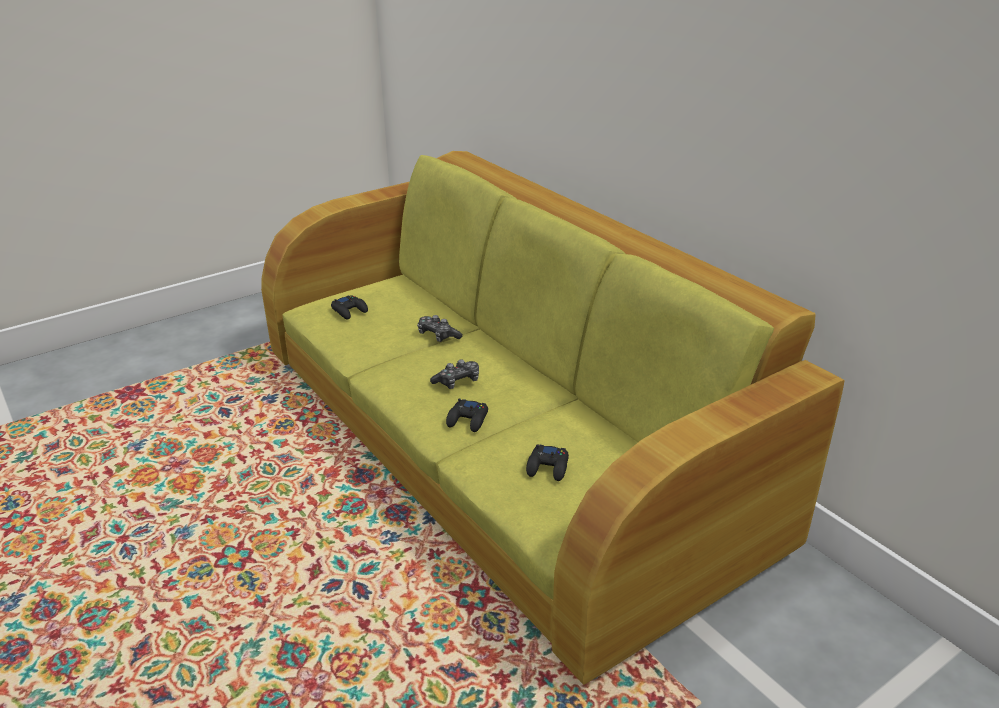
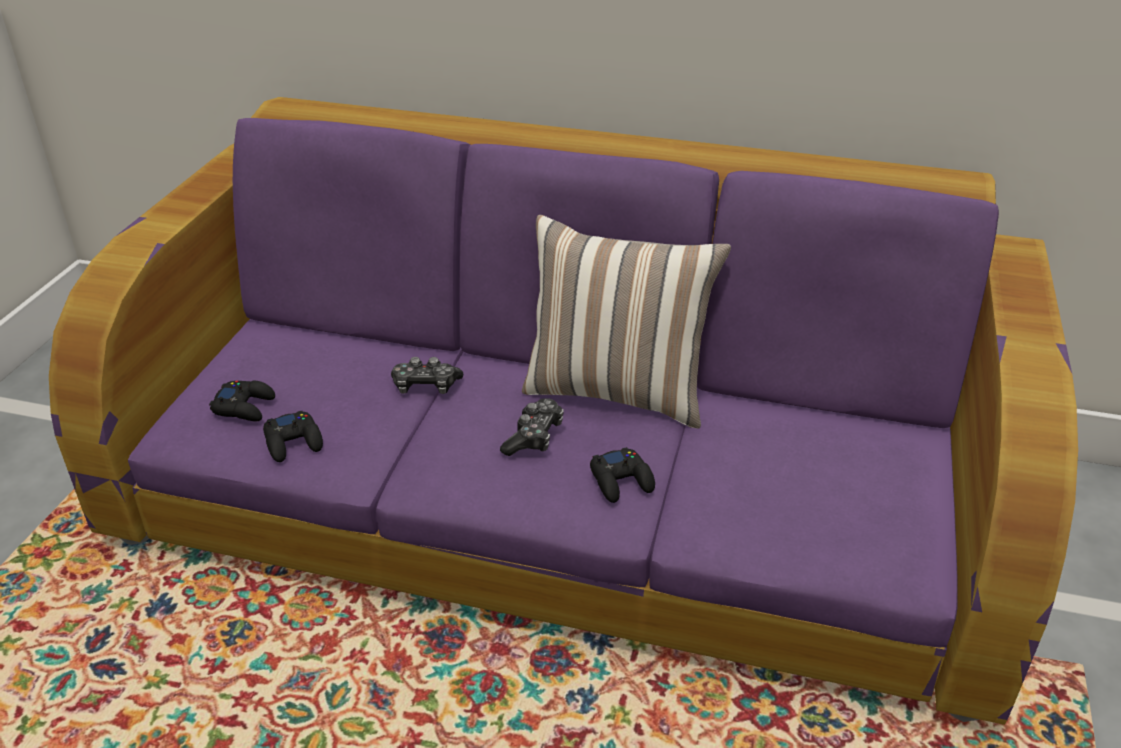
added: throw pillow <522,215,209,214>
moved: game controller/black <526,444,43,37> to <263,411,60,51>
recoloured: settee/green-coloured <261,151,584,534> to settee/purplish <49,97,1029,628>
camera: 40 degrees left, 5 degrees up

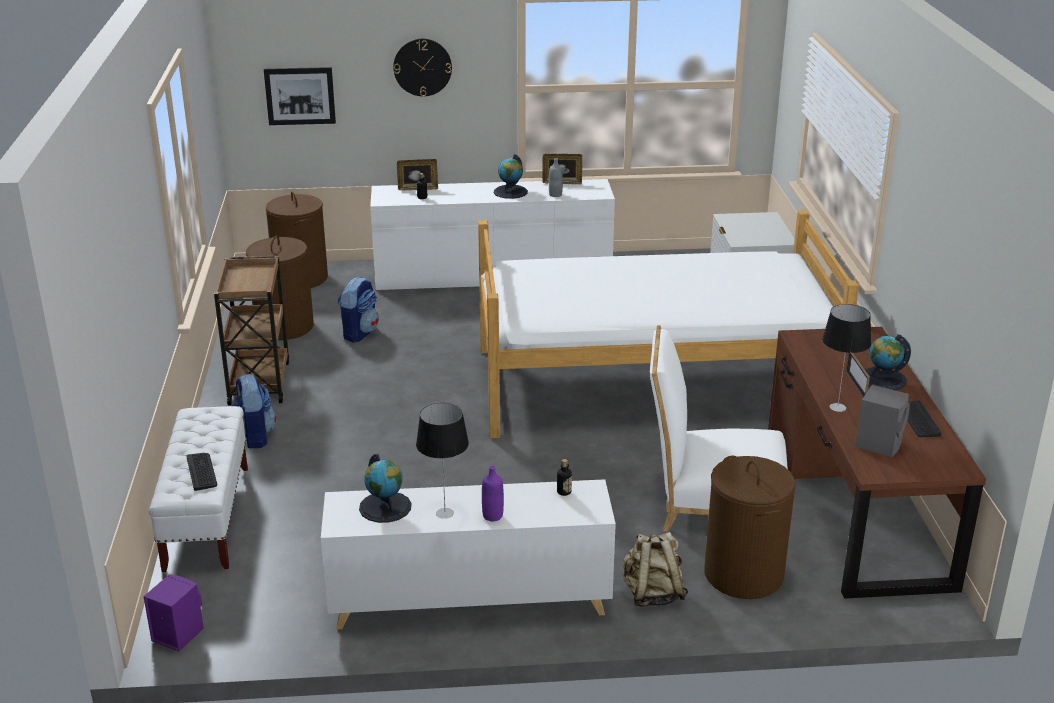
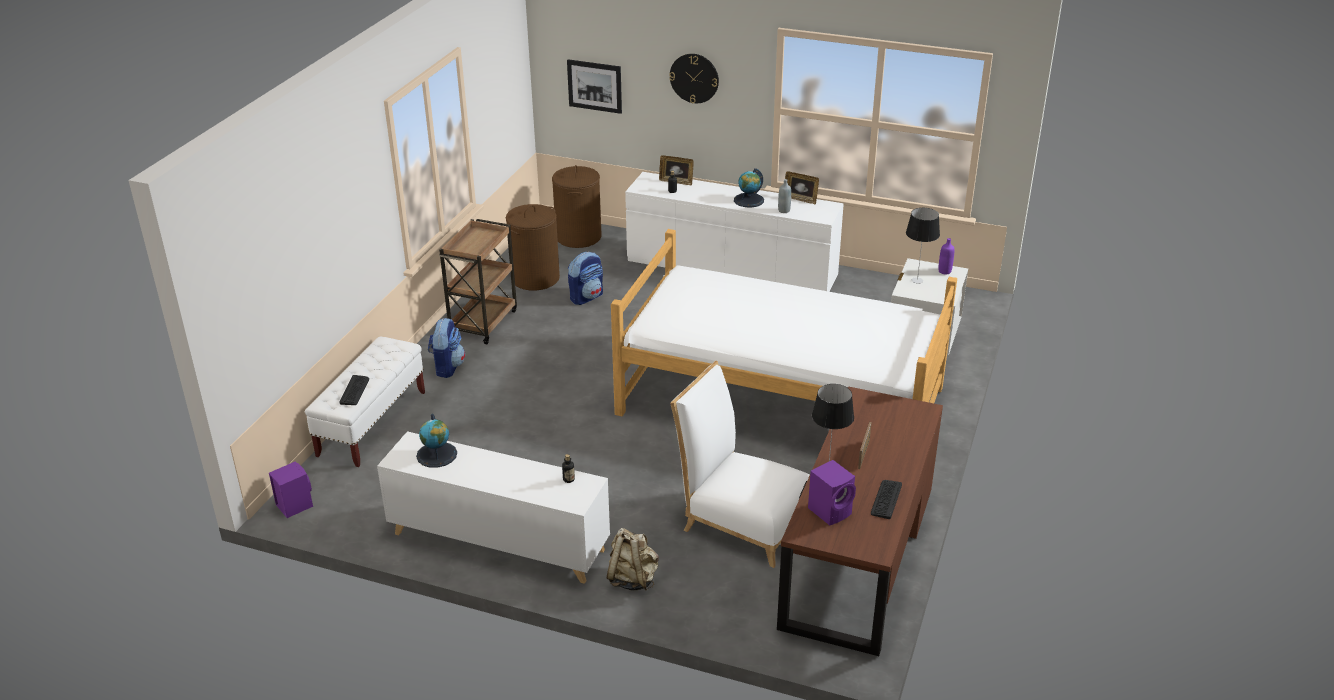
removed: washing basket/brownish <704,456,92,143>; world globe <865,334,46,56>
moved: tabletop lamp <416,403,53,116> to <906,208,34,75>; drink bottle/purplish <482,466,22,55> to <938,238,16,37>
recoloured: loudspeaker/grey <855,385,55,72> to loudspeaker/purplish <808,460,48,66>
camera: 25 degrees right, 5 degrees up

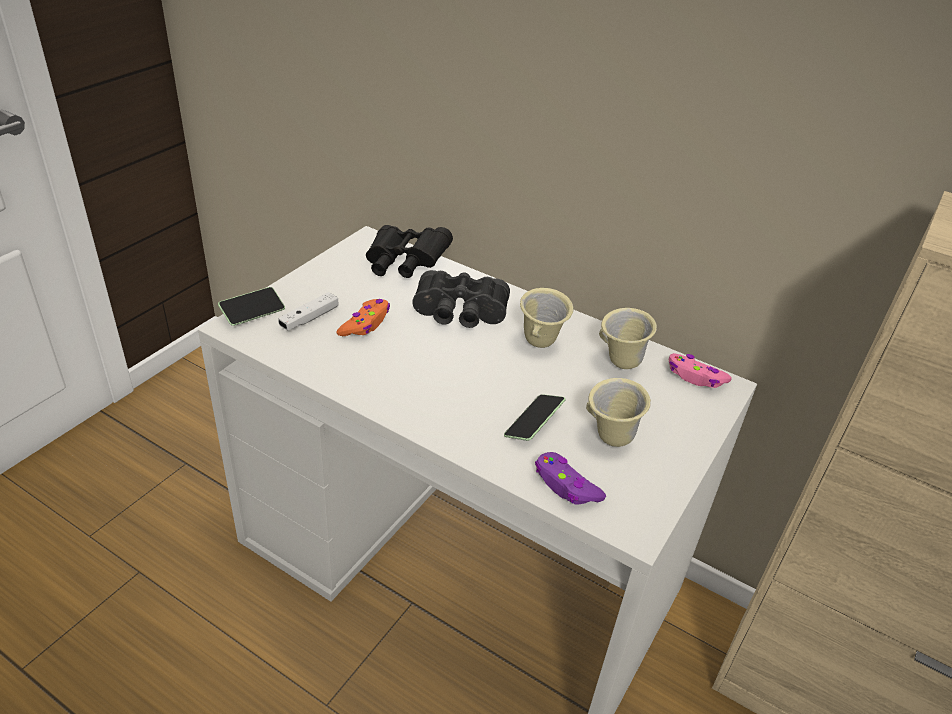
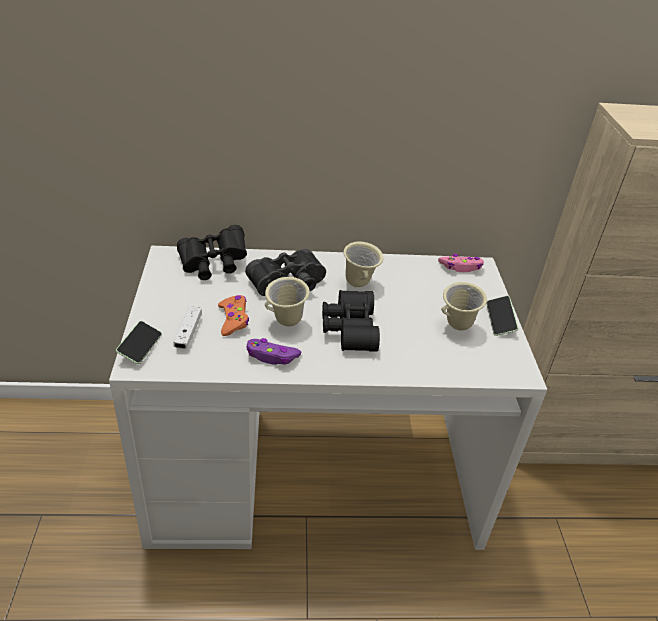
added: binoculars/black <322,290,58,62>
moved: phone <504,394,62,47> to <486,296,32,40>; game controller/purplish <535,452,71,53> to <247,338,54,27>; tea mug/beige <599,308,58,61> to <265,277,45,49>
camera: 35 degrees left, 0 degrees up

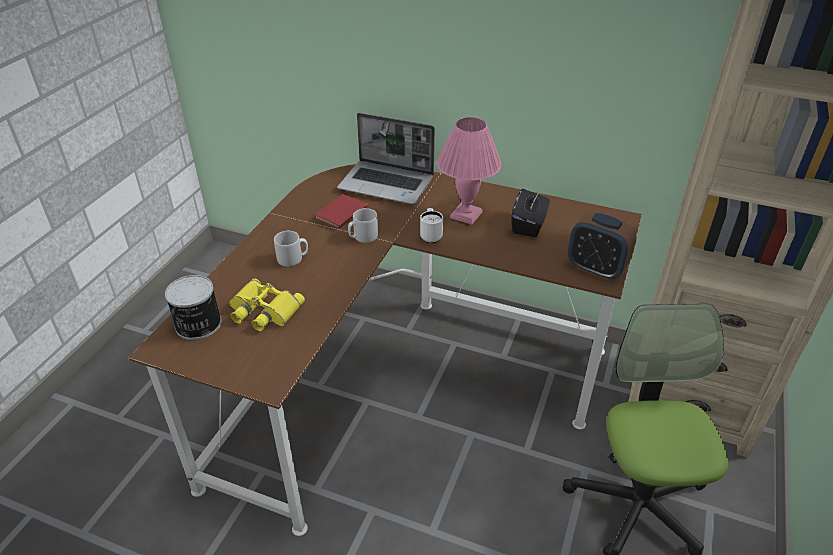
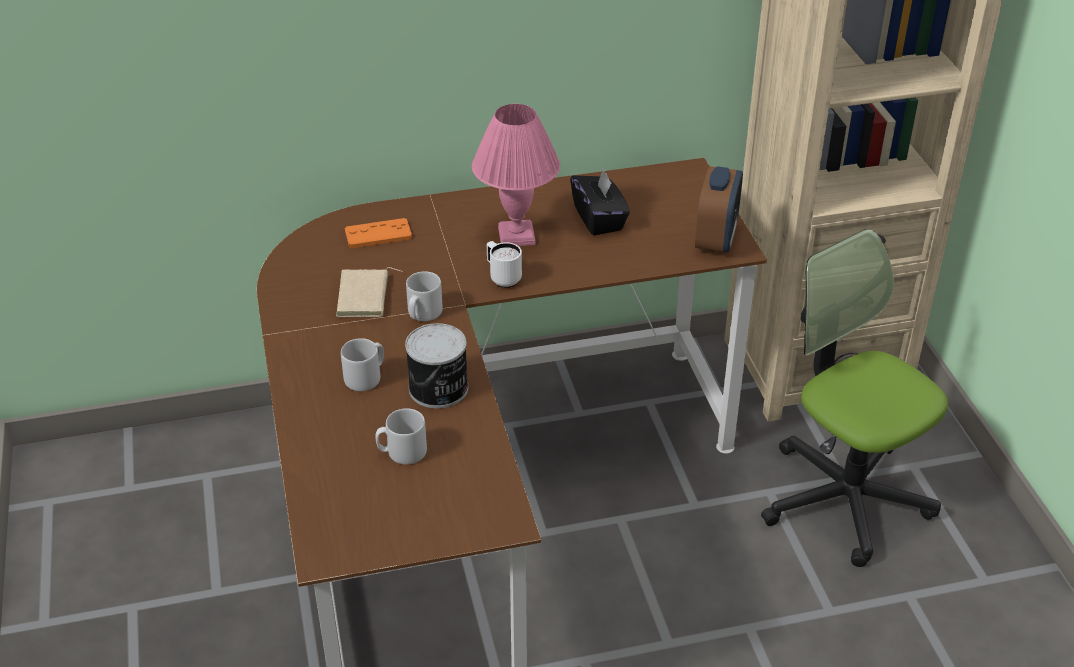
moved: metal can <165,275,56,65> to <405,323,63,85>
replaced: binoculars/yellow-coloured <229,278,76,53> to tea mug/grey <376,408,51,57>; laptop <337,113,98,91> to game controller/orange-coloured <345,218,67,30>
recoloured: volume/red-coloured <315,194,60,35> to volume/beige <336,267,66,50>
turned: alarm clock <568,212,69,68> = <695,166,48,88> 75 degrees counterclockwise
camera: 35 degrees left, 0 degrees up

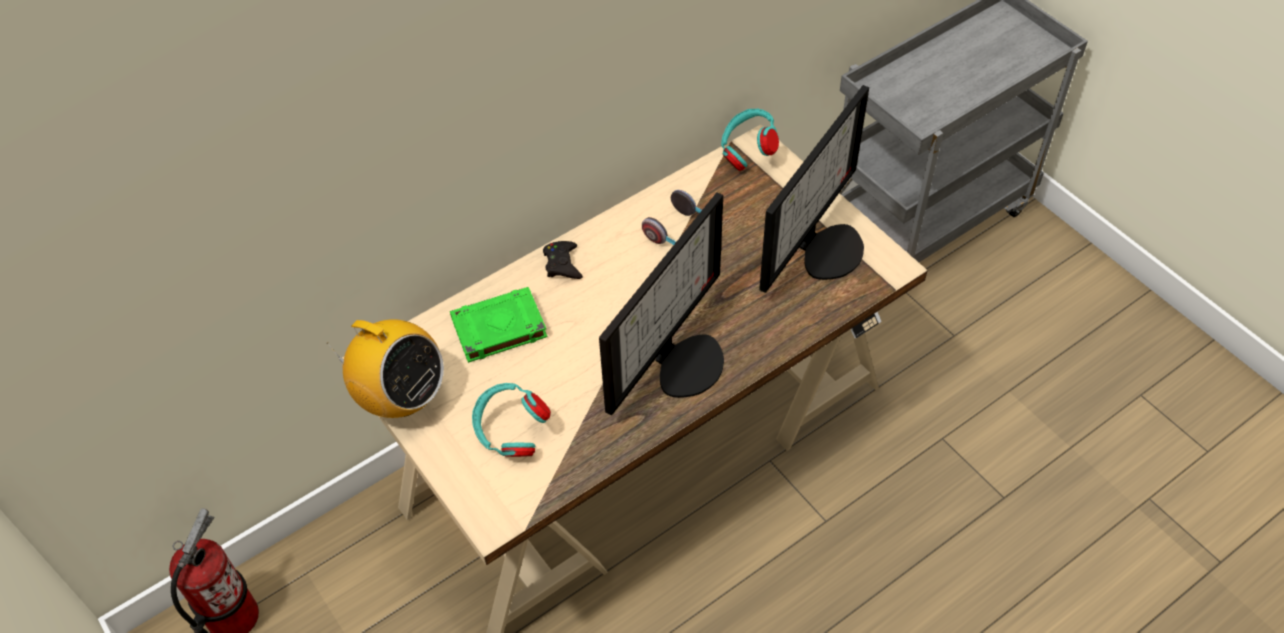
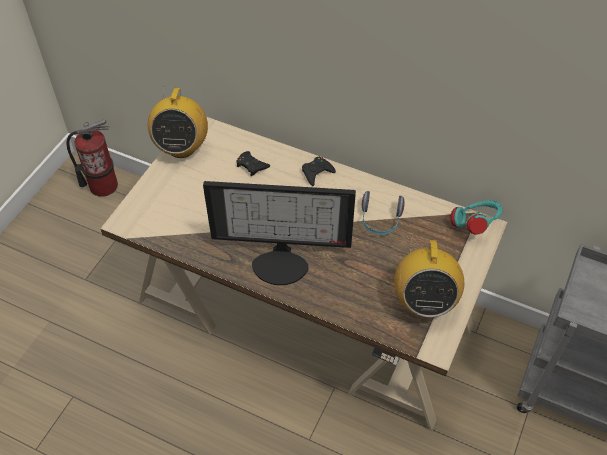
removed: pair of headphones/blue-green <472,383,79,74>
replaced: volume/green-coloured <450,287,97,76> to game controller/black <237,151,33,25>; computer screen <759,85,110,208> to radio receiver <394,240,70,77>
camera: 60 degrees right, 0 degrees up

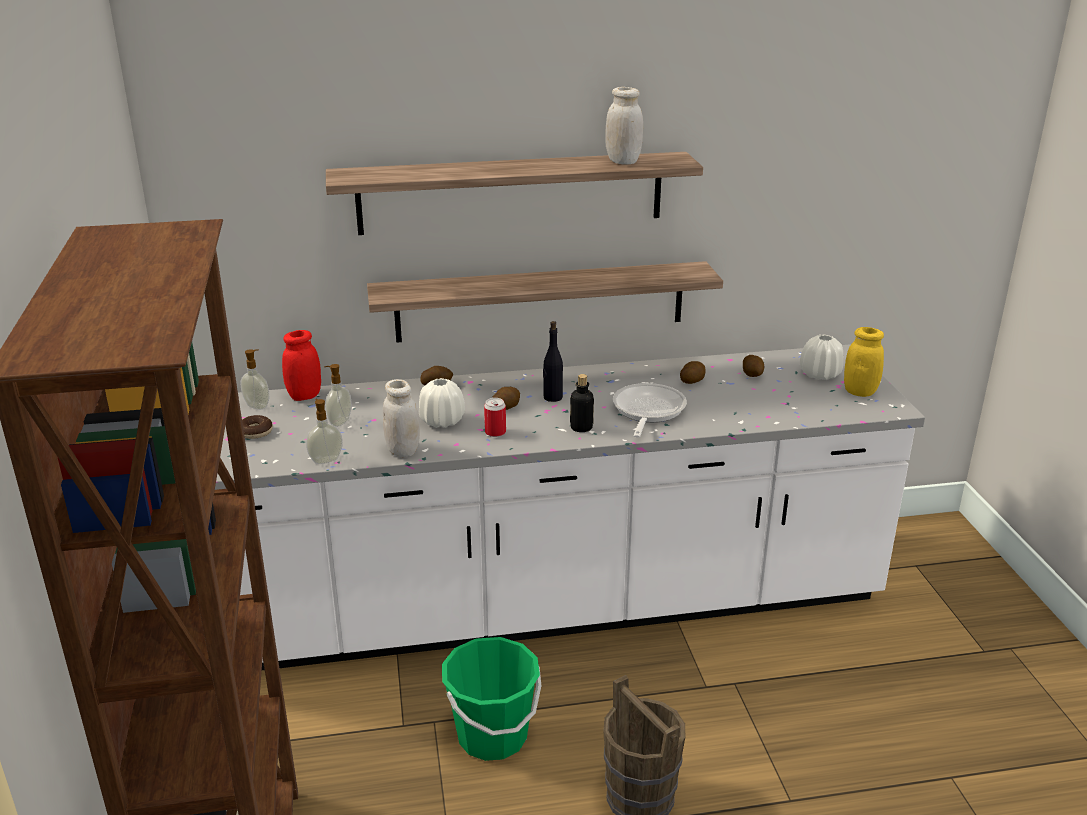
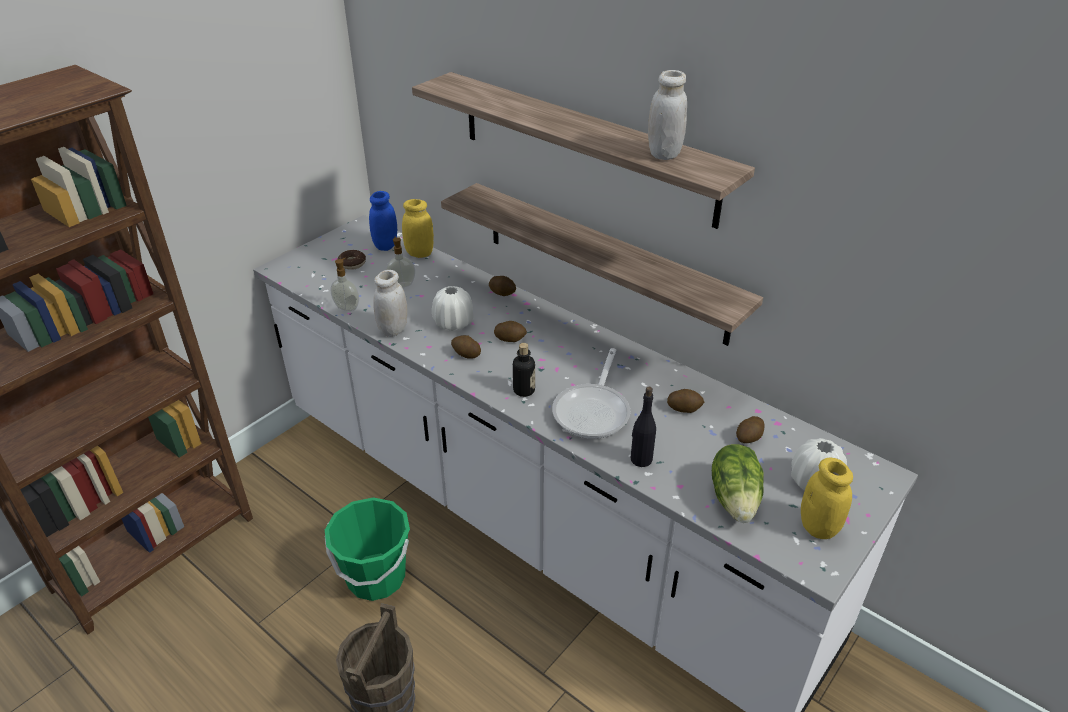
added: lettuce head <712,444,52,79>
moved: drink bottle/black <543,321,20,81> to <630,387,26,80>
replaced: liquid soap bottle <240,349,29,61> to jar/bluish <369,191,28,60>; metal can <484,398,22,39> to spud <451,335,30,24>
recoloured: jar/red-coloured <282,330,39,71> to jar/yellow-coloured <402,199,32,59>
turned: frying pan <613,383,74,55> = <552,348,79,91> 135 degrees clockwise
camera: 50 degrees right, 10 degrees up

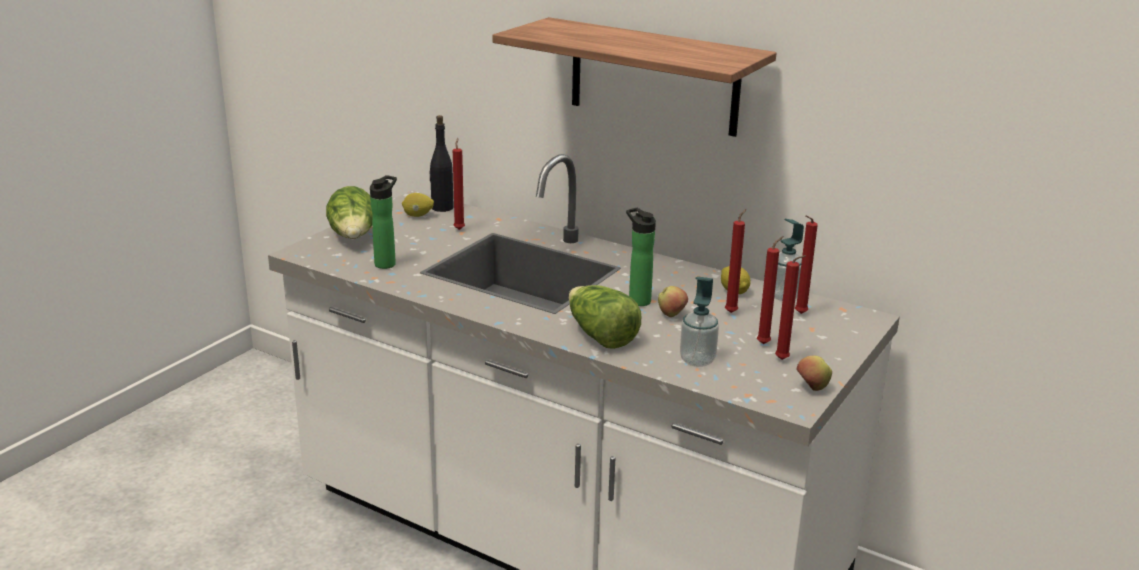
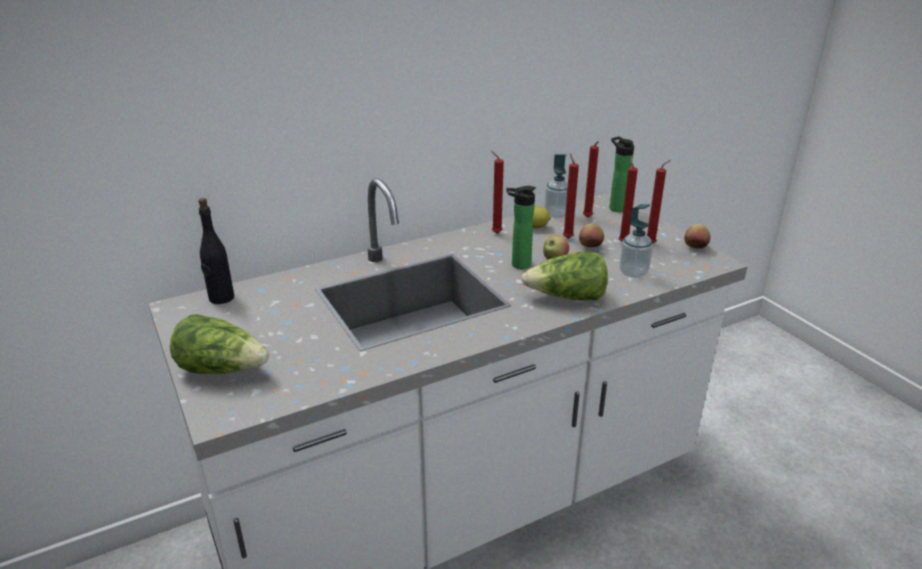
removed: citrus fruit <402,193,32,24>; shelf <492,17,284,120>
added: apple fruit <579,223,25,24>
moved: drink bottle <370,175,27,94> to <609,137,25,75>; wax candle/red-coloured <453,138,12,92> to <491,150,13,83>
camera: 60 degrees left, 5 degrees up

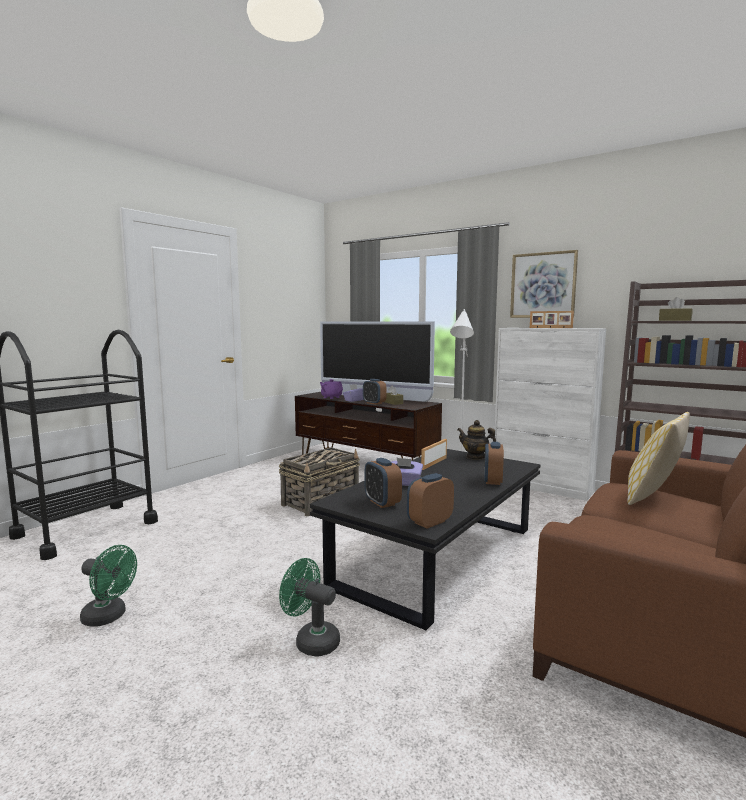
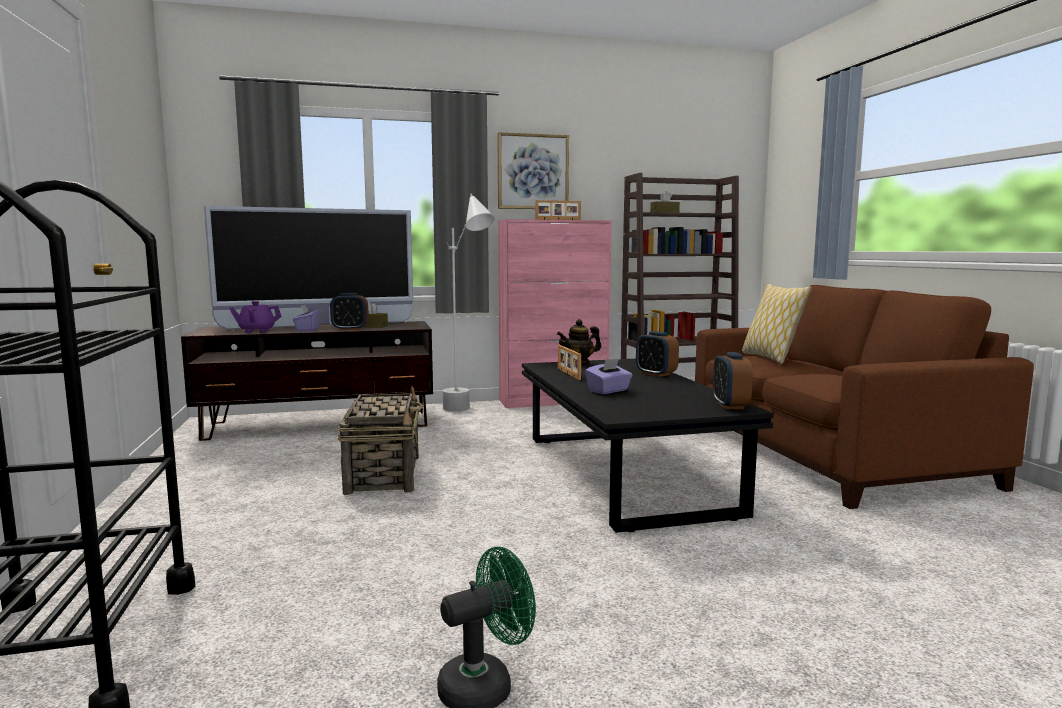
removed: cooling fan/green-coloured <279,558,61,99>; alarm clock <365,458,37,50>
recoloured: cabinet/white <495,328,111,173> to cabinet/pinkish <498,219,114,189>
camera: 50 degrees left, 0 degrees up

